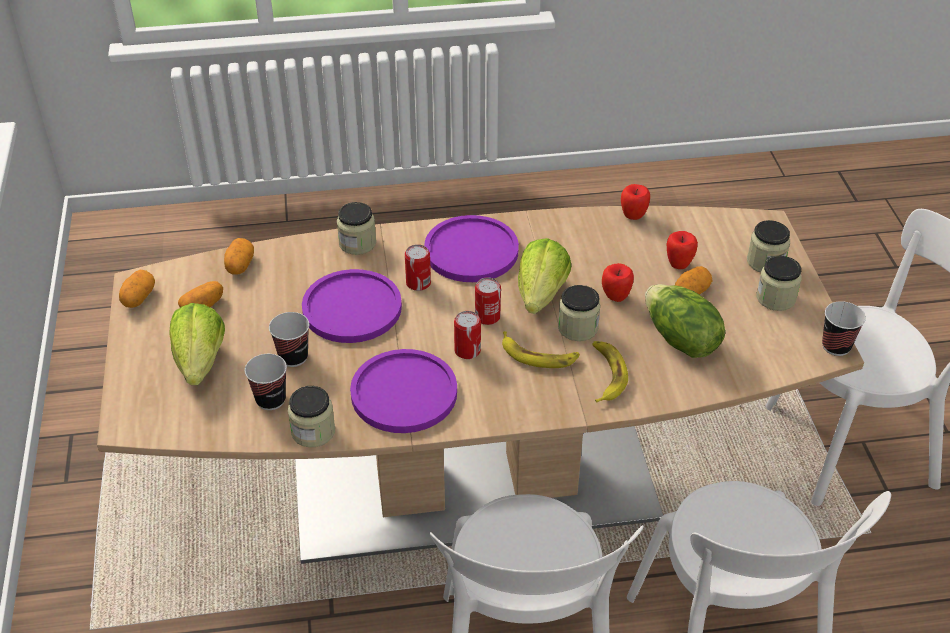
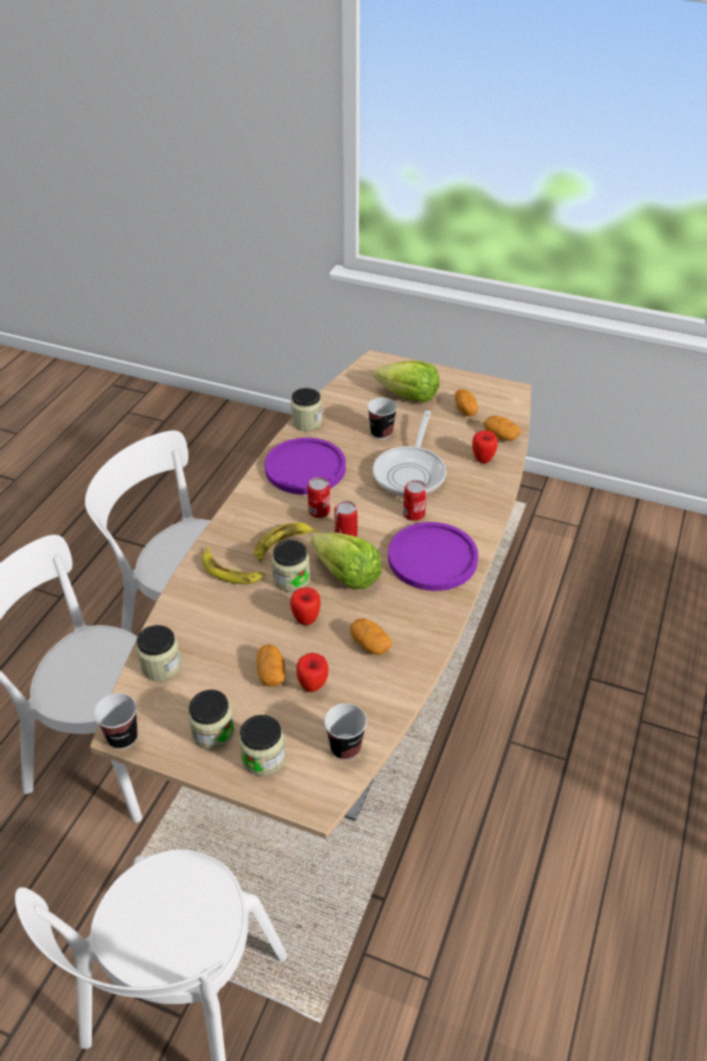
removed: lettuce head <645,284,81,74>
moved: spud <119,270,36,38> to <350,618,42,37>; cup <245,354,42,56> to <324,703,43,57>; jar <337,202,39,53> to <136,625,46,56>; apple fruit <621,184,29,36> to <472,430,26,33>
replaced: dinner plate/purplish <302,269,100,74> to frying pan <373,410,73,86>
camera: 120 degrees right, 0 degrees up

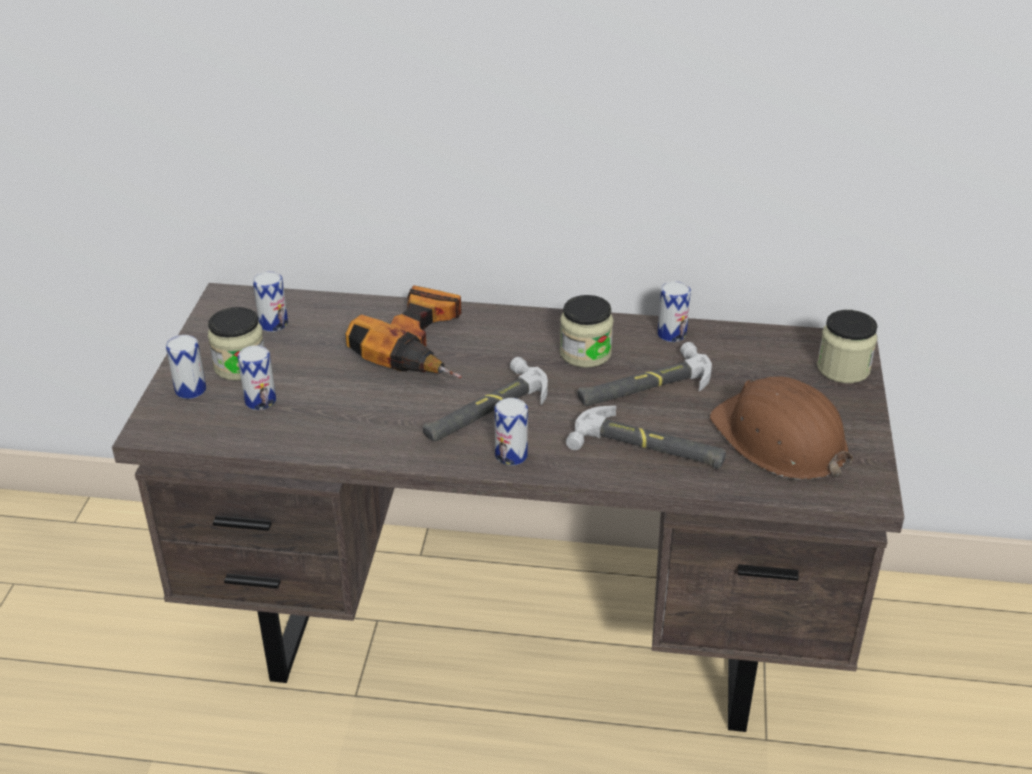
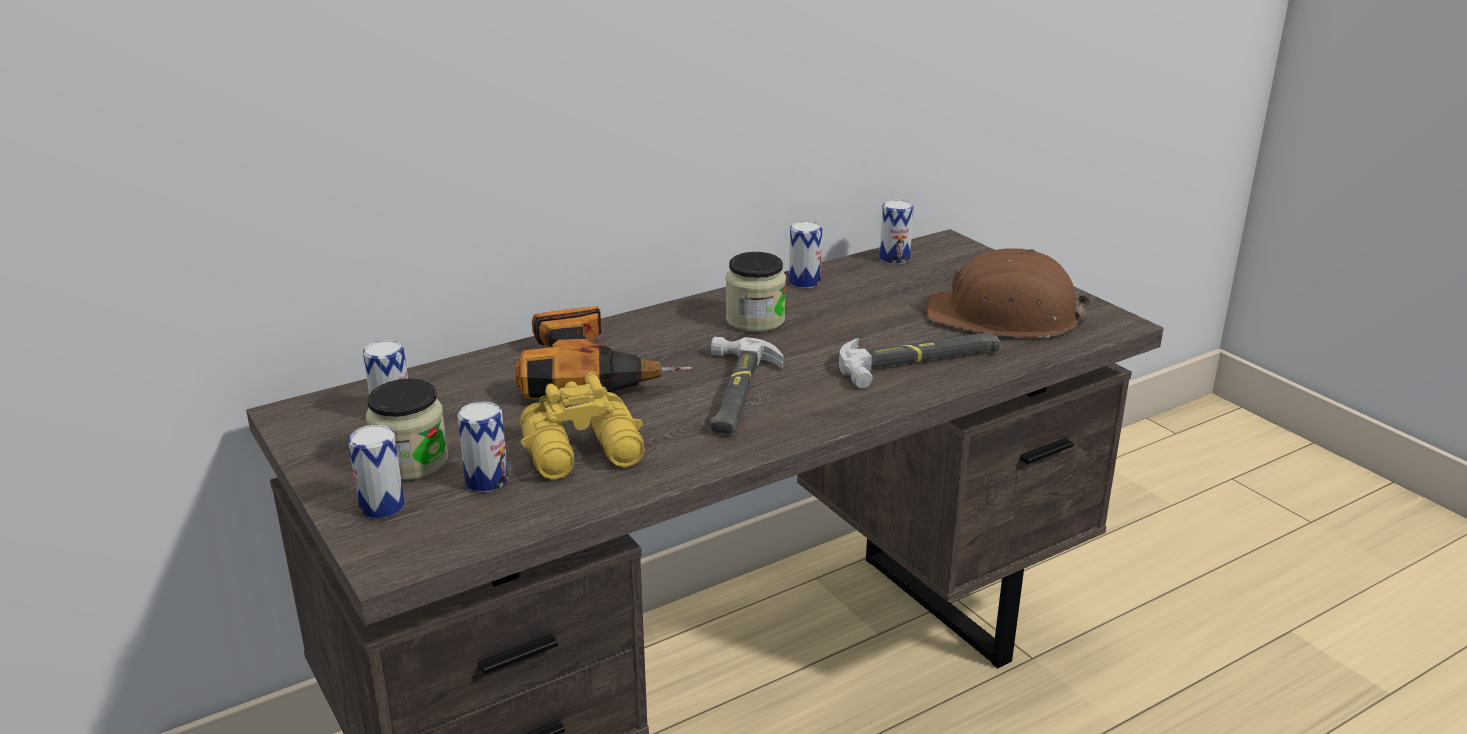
removed: tool hammer <578,342,134,64>; jar <817,310,61,73>
added: binoculars/yellow-coloured <520,372,124,107>
moved: metal can <495,398,33,68> to <880,200,34,64>
camera: 40 degrees left, 10 degrees down

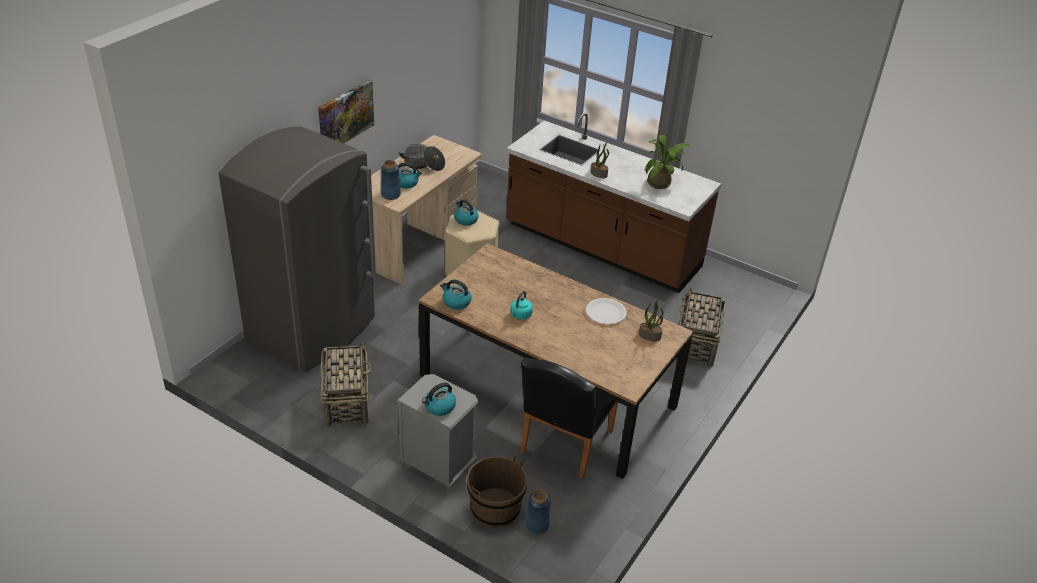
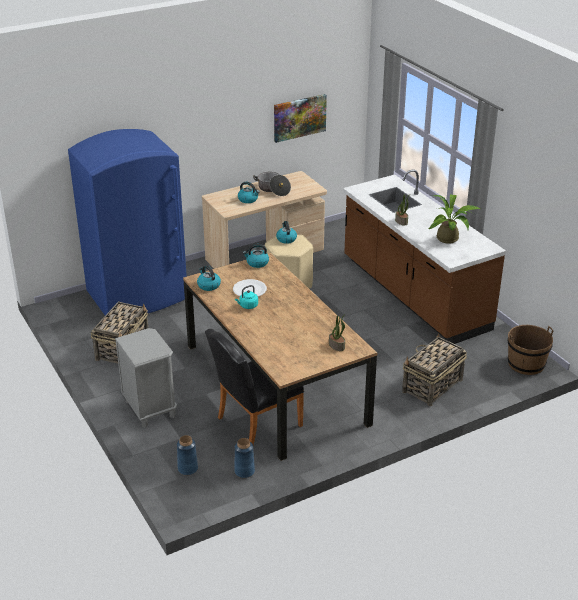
moved: wall picture <318,80,56,63> to <274,94,53,49>; vase/bluish <381,160,20,40> to <234,438,21,40>; water kettle <422,383,34,33> to <243,244,26,24>; water bucket/brownish <467,454,60,74> to <508,325,46,50>; dinner plate/white <586,298,41,27> to <233,279,34,18>
recoloured: refrigerator/grey <218,126,158,246> to refrigerator/bluish <68,129,119,186>
camera: 30 degrees right, 5 degrees down

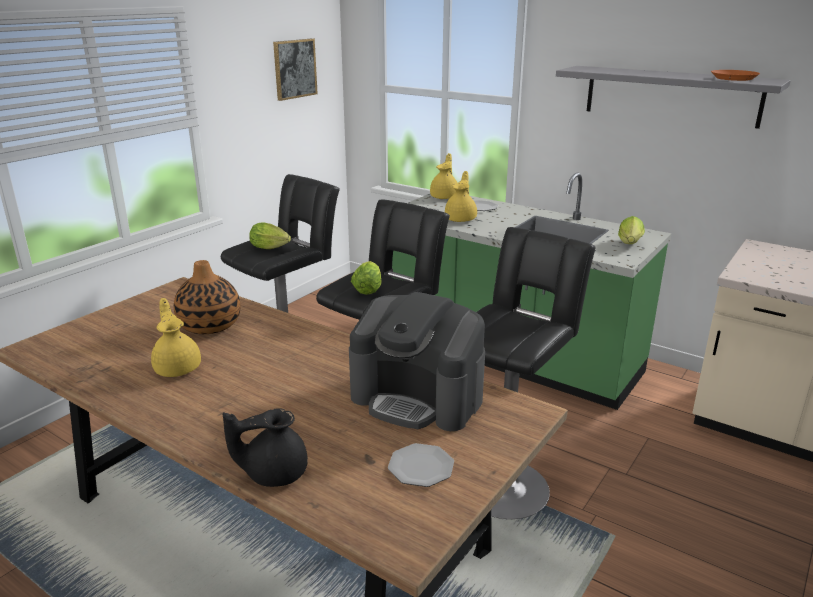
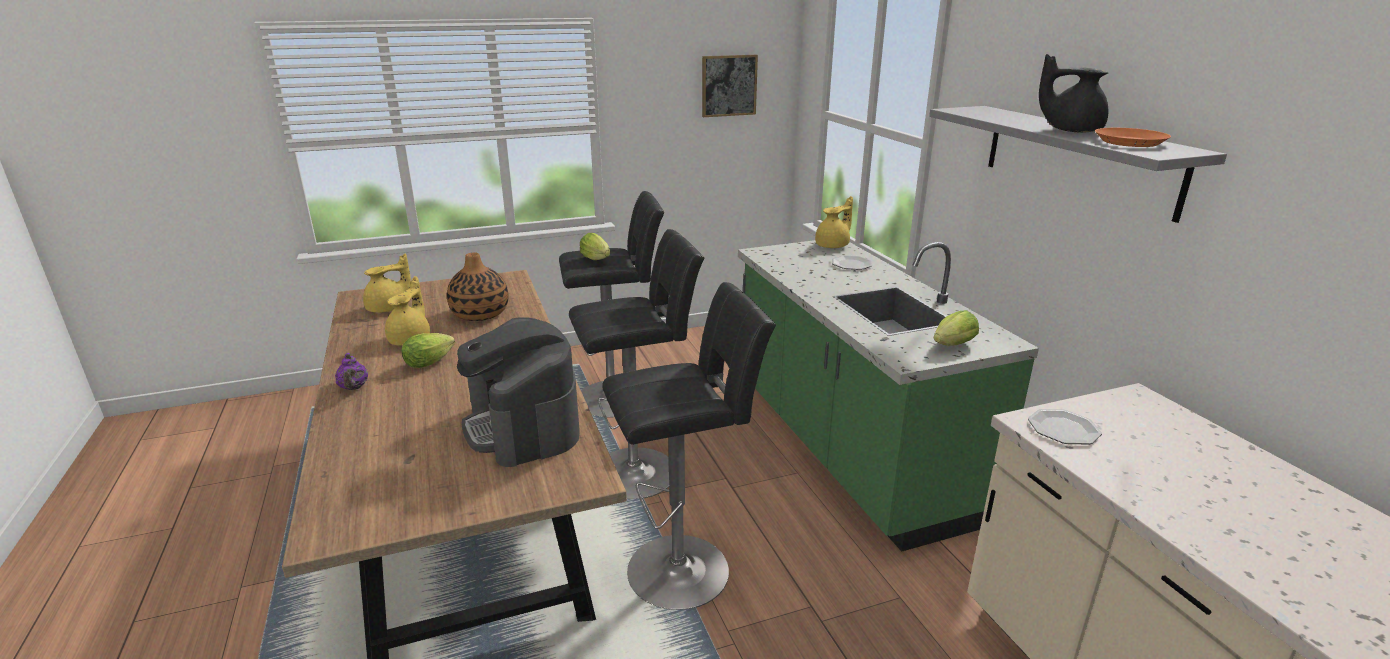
added: pot for tea/purplish <335,353,33,37>
moved: pot for tea/black <223,408,85,79> to <1039,54,69,79>; lettuce head <351,261,31,34> to <402,333,53,35>; dinner plate <388,443,66,44> to <1028,409,74,36>; pot for tea/yellow-coloured <445,171,32,51> to <363,254,48,59>
camera: 35 degrees right, 0 degrees up

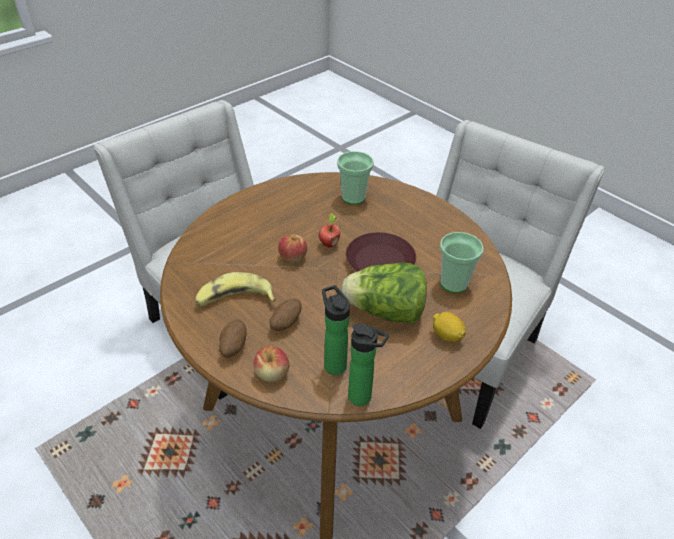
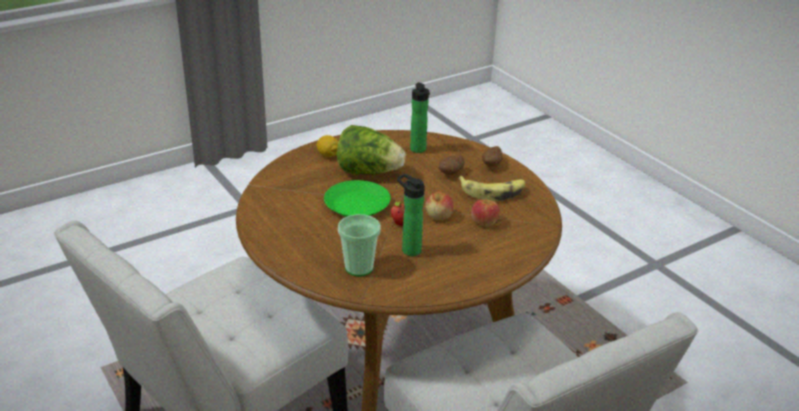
removed: cup <440,232,44,61>
moved: apple fruit <253,346,37,36> to <471,199,29,28>; drink bottle <348,323,41,83> to <397,174,28,82>
recoloured: dinner plate/brownish <346,232,70,40> to dinner plate/green-coloured <324,180,67,37>
camera: 170 degrees left, 10 degrees down

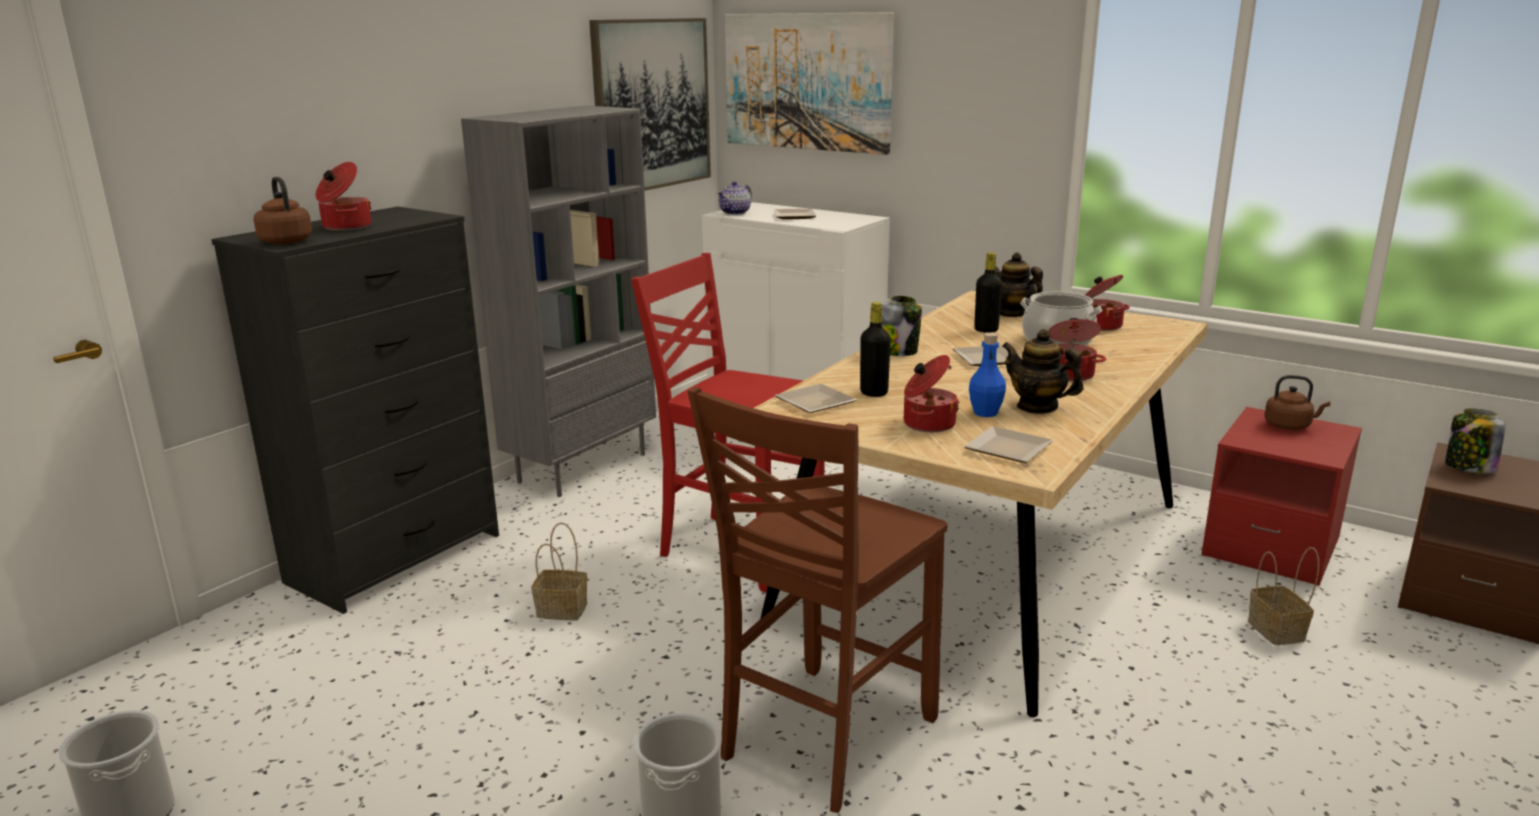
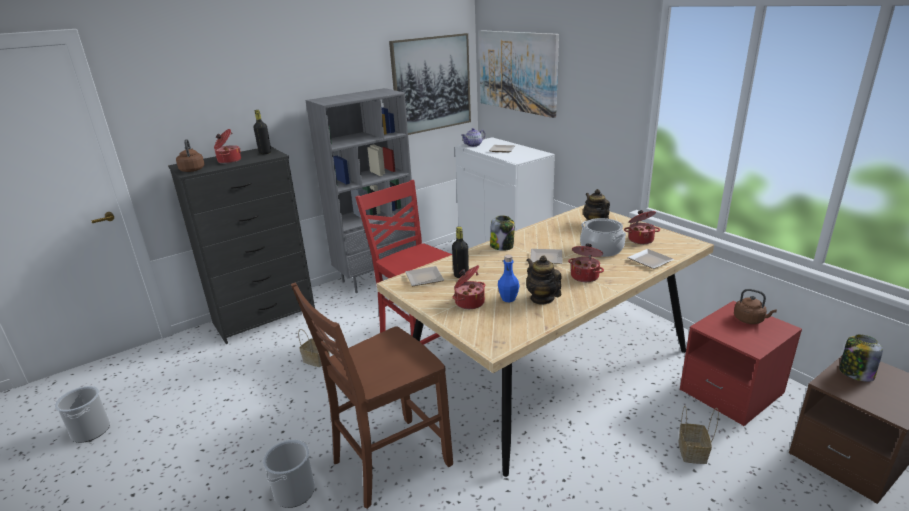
moved: dinner plate <964,426,89,37> to <627,249,47,20>; drink bottle/black <974,252,28,81> to <253,110,18,44>
camera: 20 degrees right, 5 degrees up

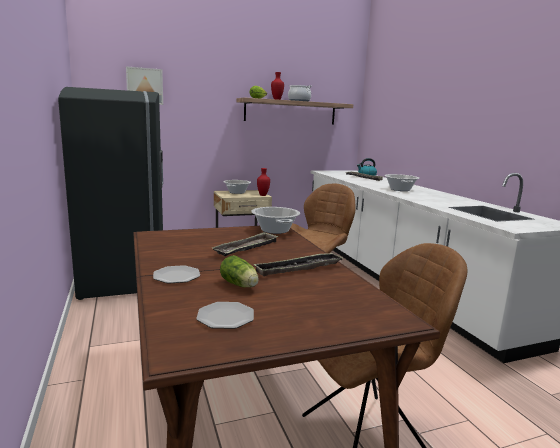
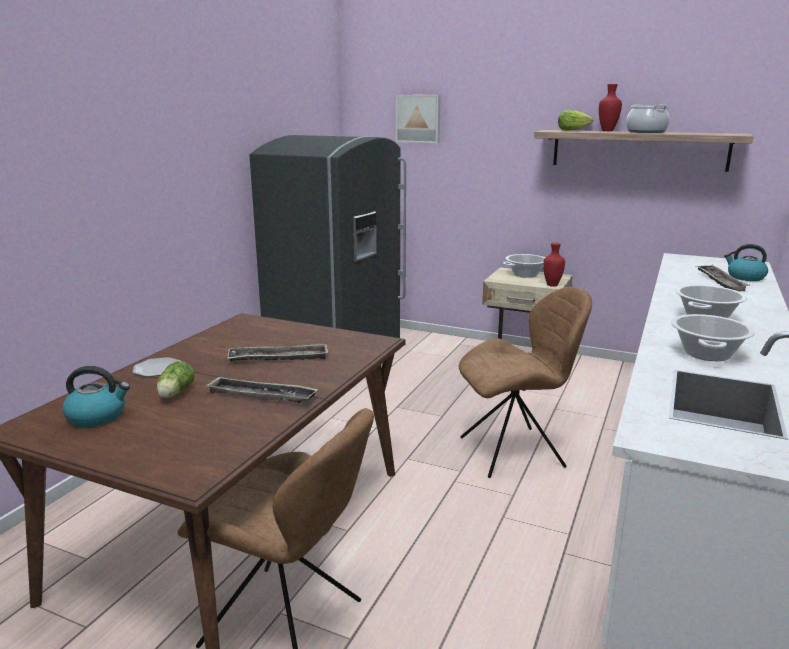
moved: saucepot <251,207,49,27> to <671,314,84,47>
replaced: dinner plate <196,302,58,27> to water kettle <63,366,67,61>
camera: 45 degrees right, 5 degrees up

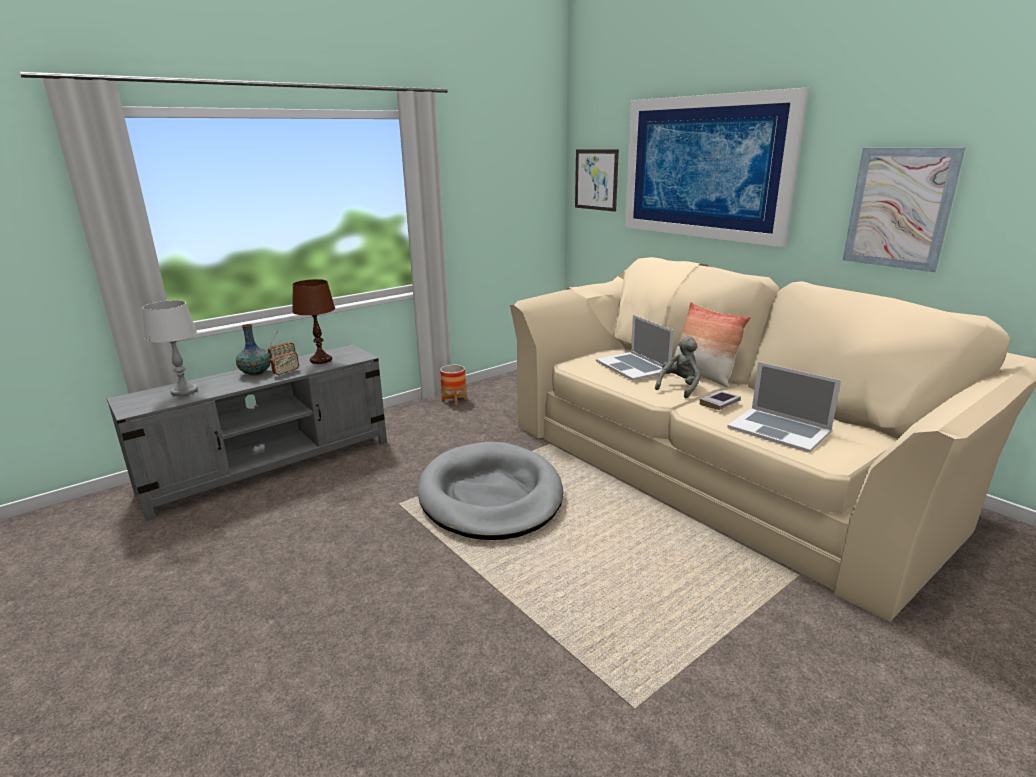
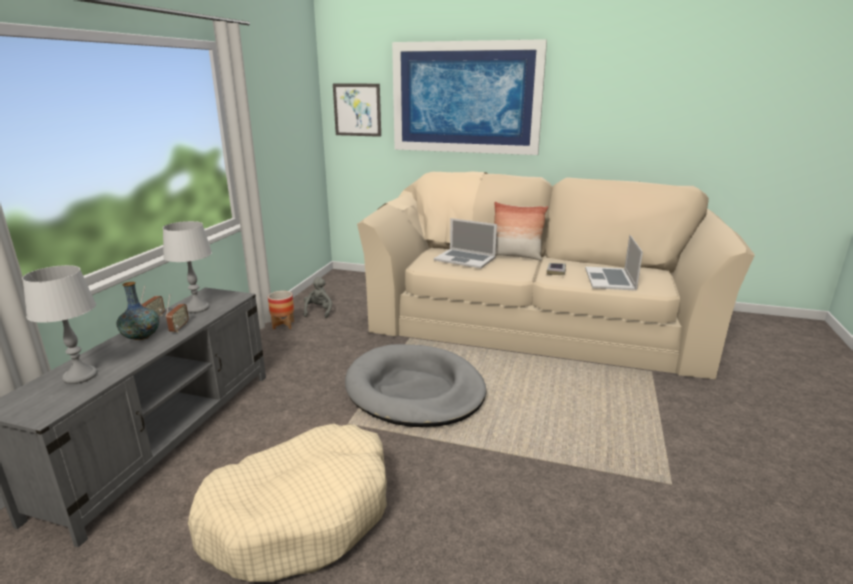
removed: wall picture <843,148,122,124>
added: pet bed/beige <188,424,199,158>
moved: cuddly toy/grey <655,336,46,62> to <304,277,28,41>
recoloured: tabletop lamp/brownish <292,279,43,85> to tabletop lamp/grey <163,221,49,92>
turned: laptop <727,362,114,91> = <585,235,58,55> 90 degrees clockwise
camera: 35 degrees left, 0 degrees up

